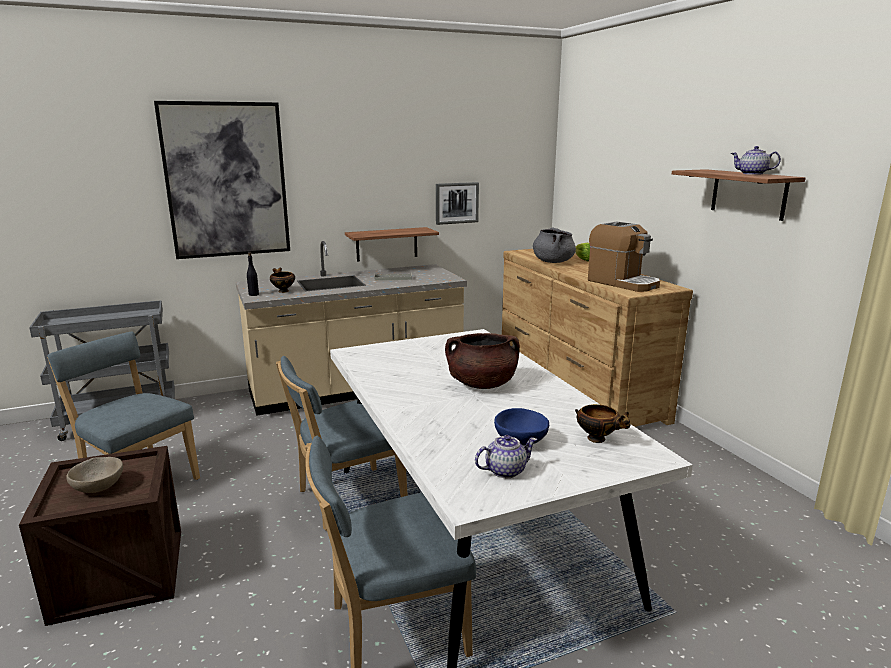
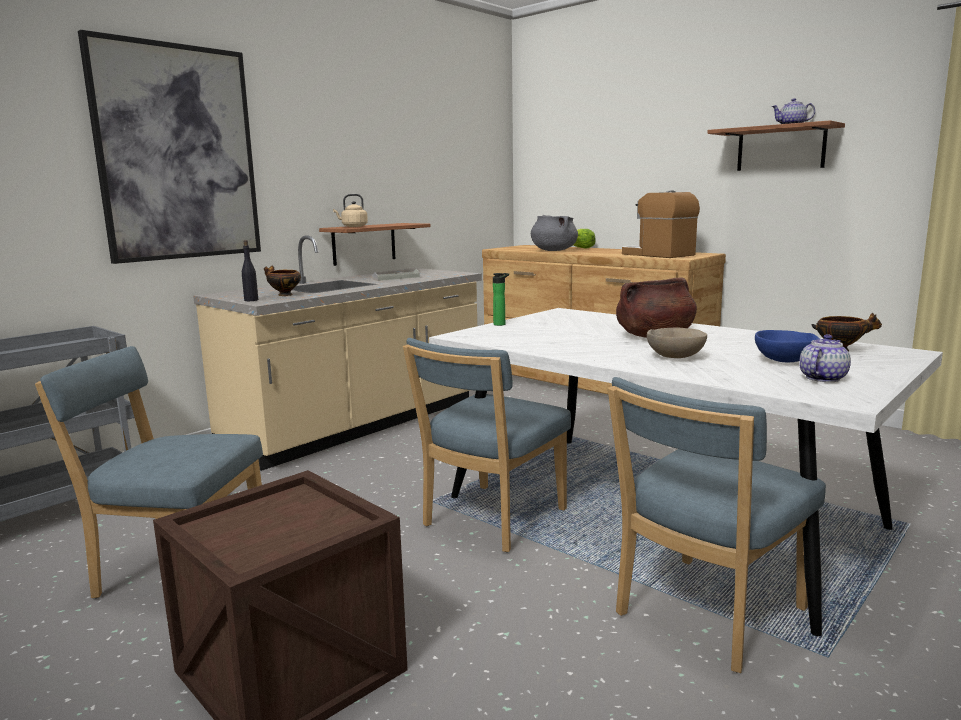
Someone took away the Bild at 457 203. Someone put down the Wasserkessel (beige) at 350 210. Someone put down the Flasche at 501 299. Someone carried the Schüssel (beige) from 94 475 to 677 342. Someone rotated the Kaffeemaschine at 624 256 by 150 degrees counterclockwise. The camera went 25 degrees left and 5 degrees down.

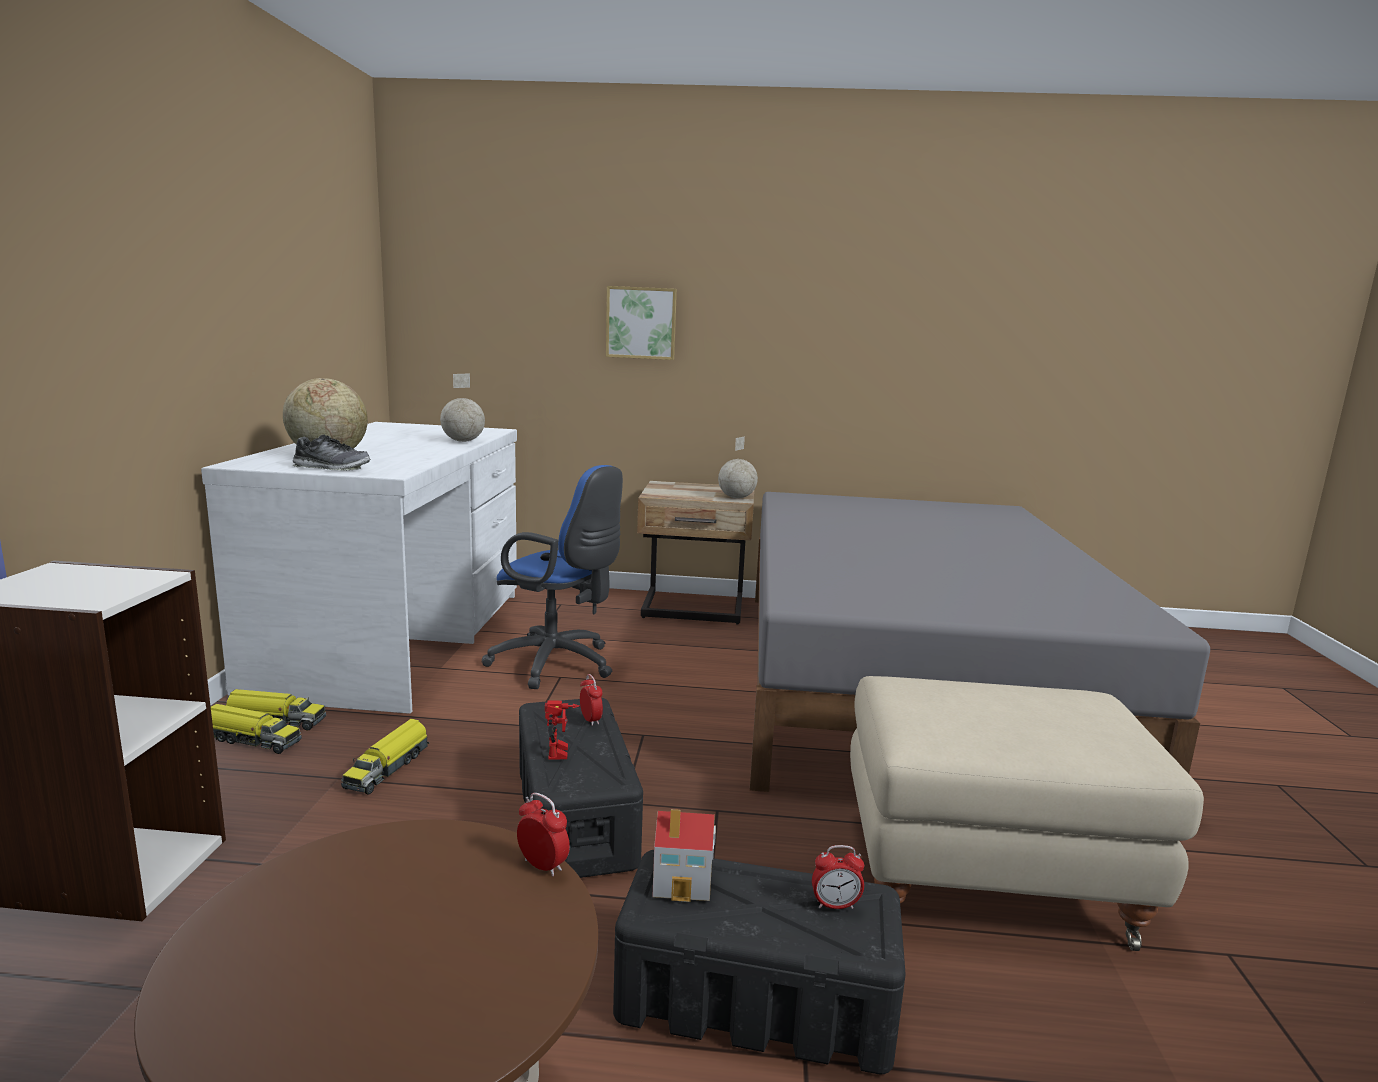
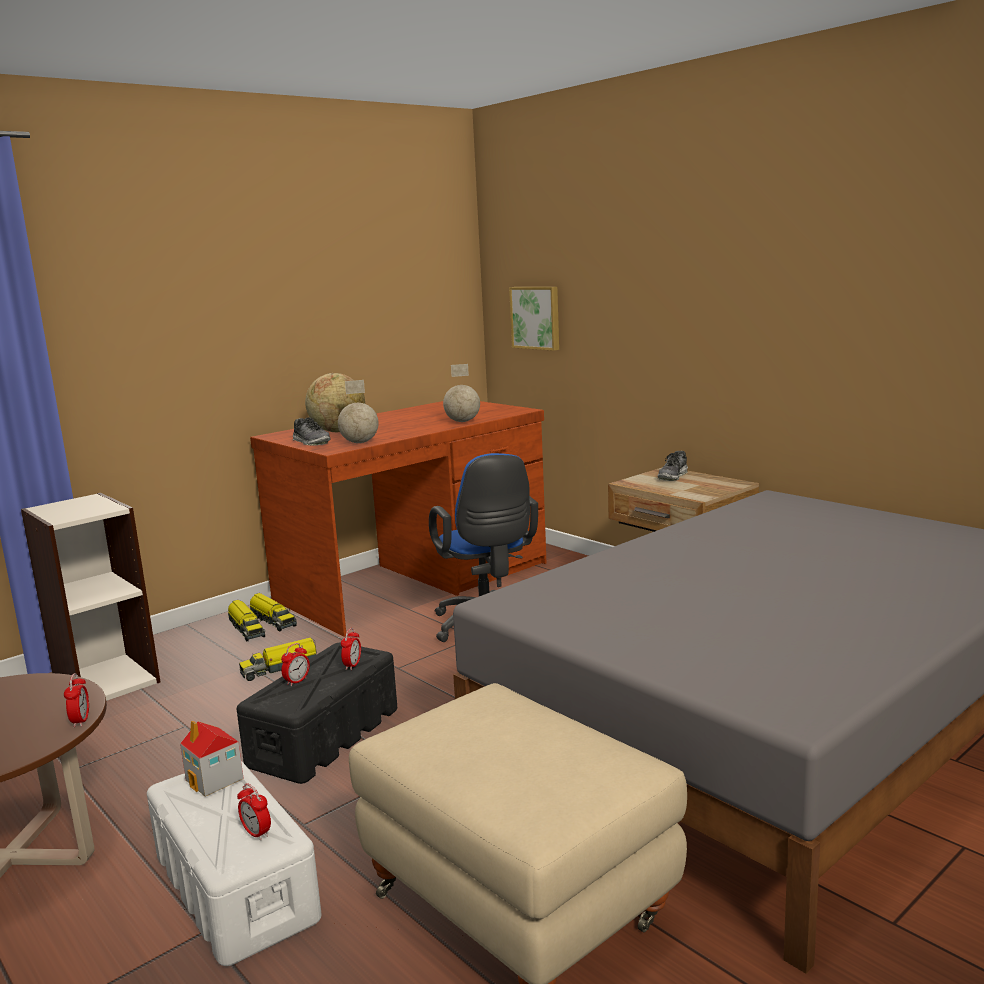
Someone put down the Schuh at 673 466. Someone carried the Bild from 641 323 to 534 319. Someone carried the Globus from 738 467 to 358 411. Someone swapped the Spielzeugroboter at 562 730 for the Wecker at 295 664. Someone repainted the Schreibtisch (weiß) at 359 568, which became the Schreibtisch (braun) at 398 519. Someone repainted the Aufbewahrungsbox (schwarz) at 759 962, which became the Aufbewahrungsbox (weiß) at 234 863. The camera went 45 degrees right and 0 degrees up.

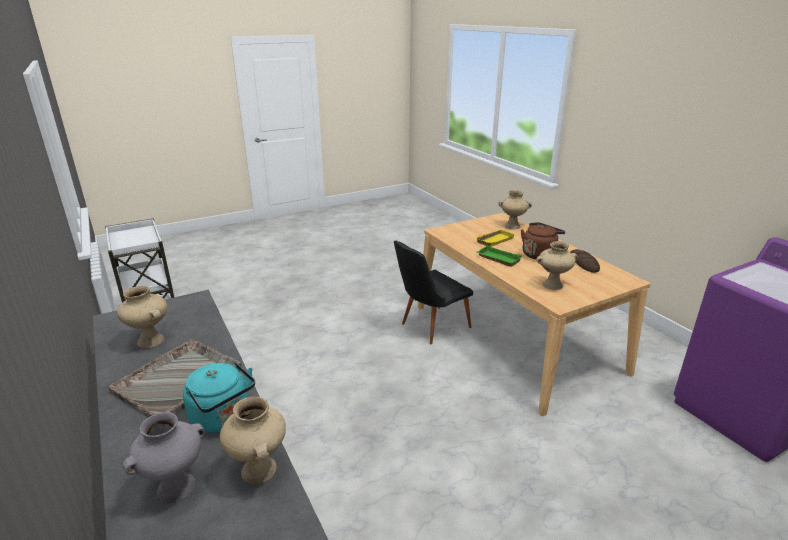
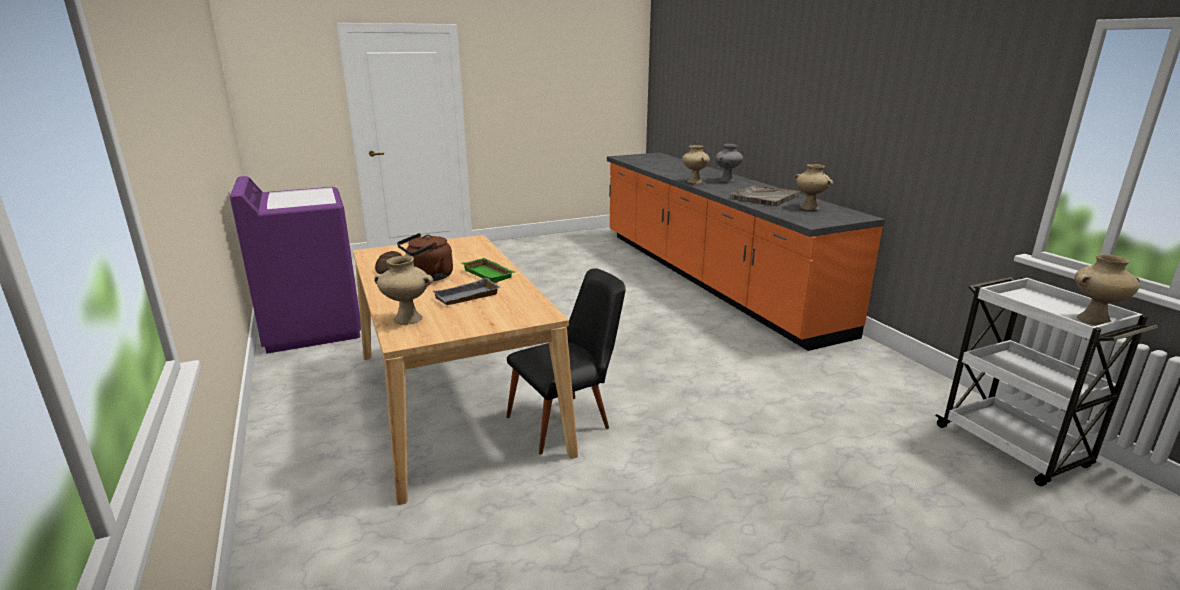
Someone took away the Wasserkessel (türkis) at 219 397. Someone carried the Vase (beige) from 557 265 to 1107 289. Someone repainted the Tablett (gelb) at 495 238, which became the Tablett (grau) at 466 291. The camera went 175 degrees left and 5 degrees down.

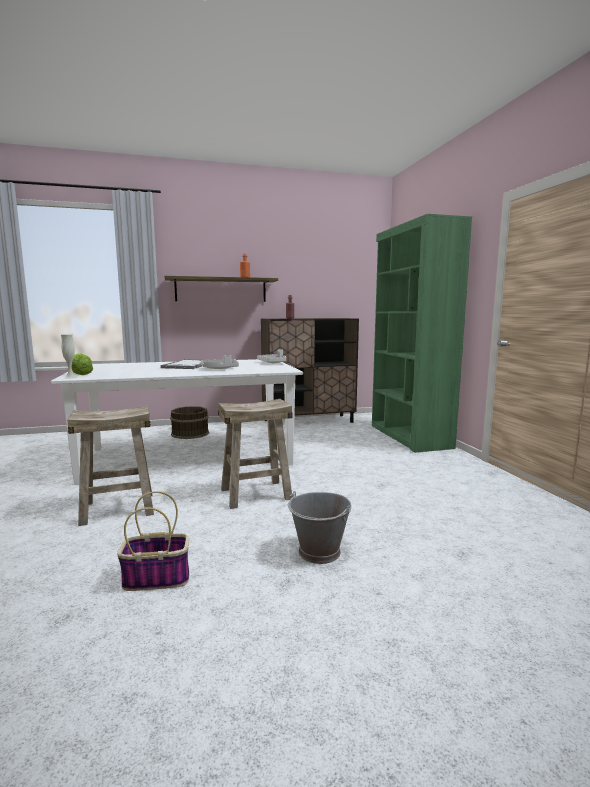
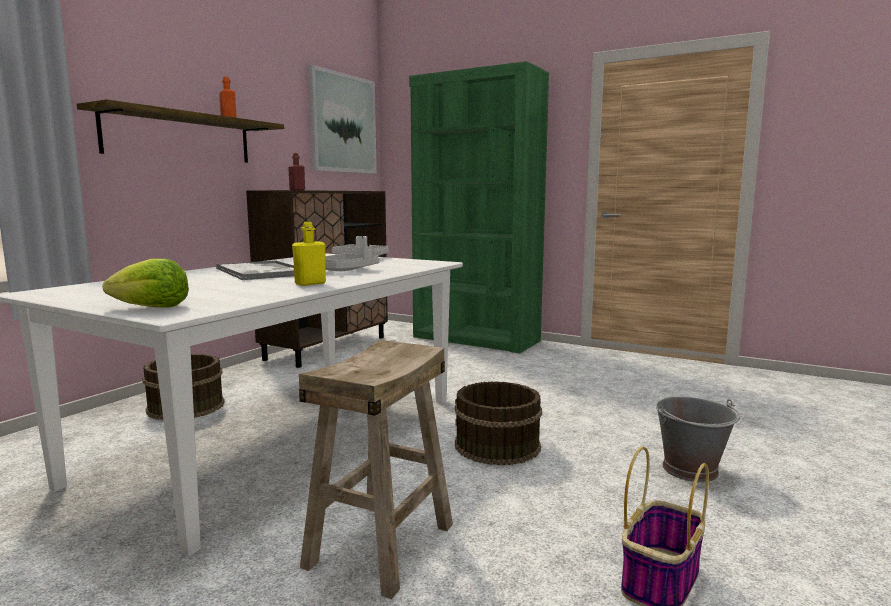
Someone took away the Vase (weiß) at 69 356. Someone put down the Flasche (gelb) at 309 254. Someone put up the Bild at 342 119. Someone swapped the Hocker (beige) at 255 454 for the Eimer (braun) at 498 423. The camera went 45 degrees left and 0 degrees up.

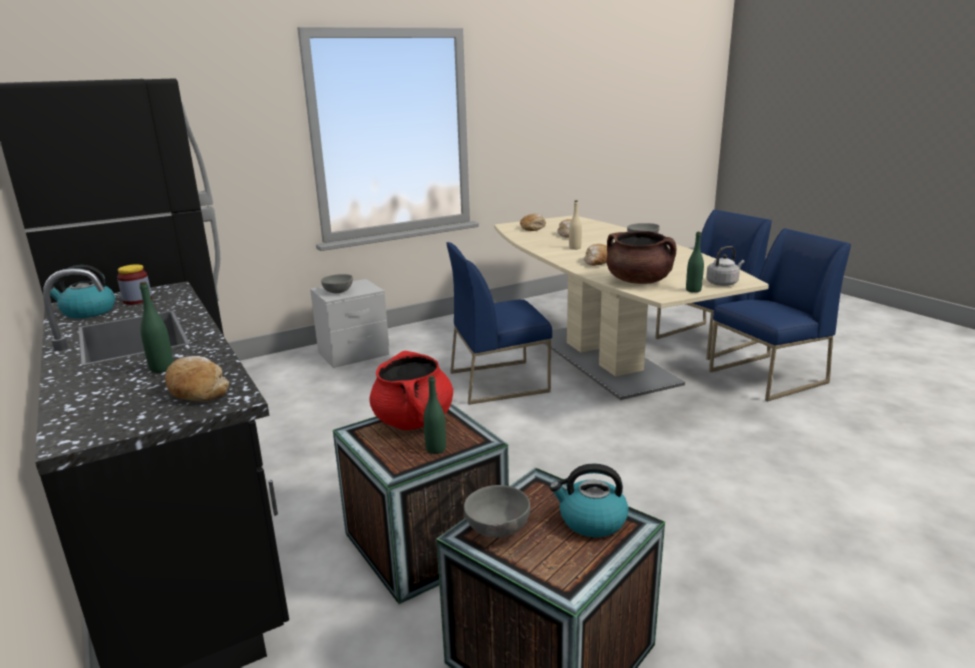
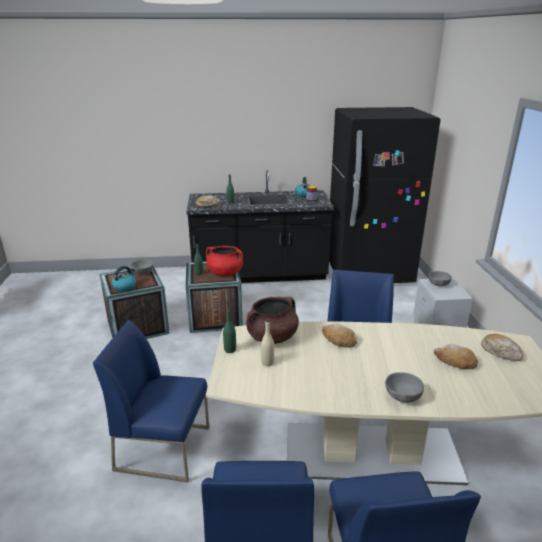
Someone took away the Wasserkessel (grau) at 725 266. Someone put down the Stuhl (blau) at 151 401. Someone carried the Flasche (beige) from 575 225 to 267 343. The camera went 115 degrees right and 5 degrees up.

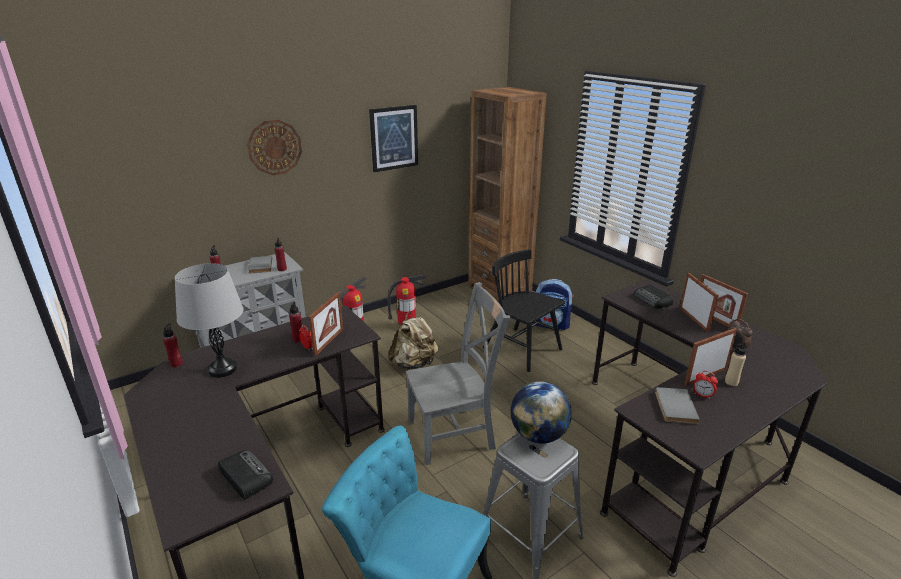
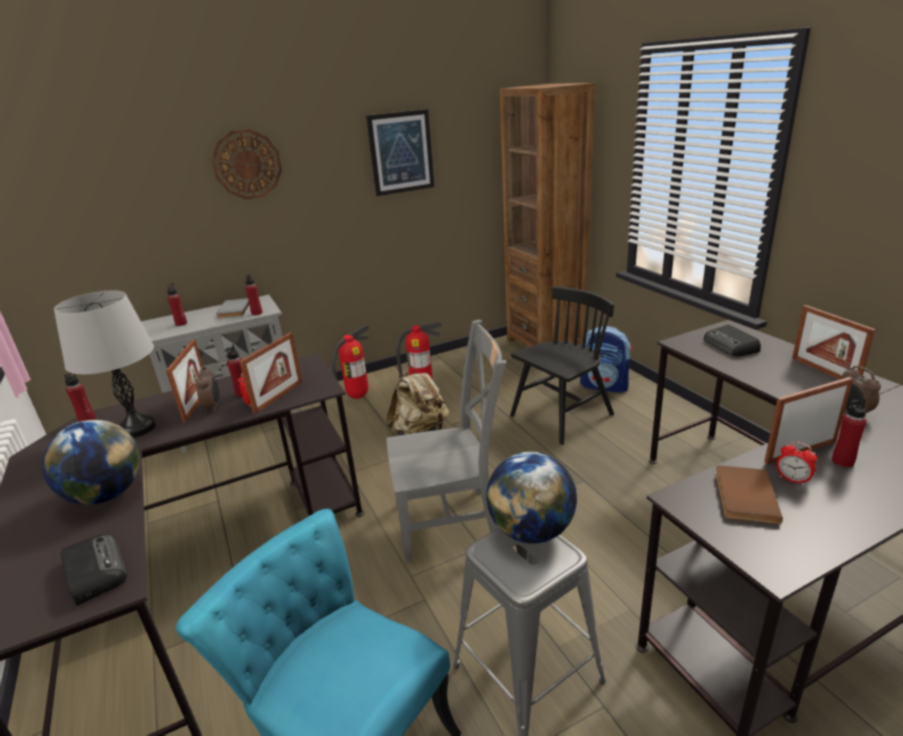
Someone put down the Globus at 91 462. Someone put down the Wecker at 207 388. Someone carried the Bilderrahmen from 699 302 to 184 381. Someone repainted the Buch (grau) at 677 405, which became the Buch (braun) at 749 495. Someone repainted the Flasche (beige) at 735 364, which became the Flasche (rot) at 849 432. Someone rotated the Stuhl (schwarz) at 524 310 by 90 degrees clockwise. The camera went 10 degrees right and 0 degrees up.

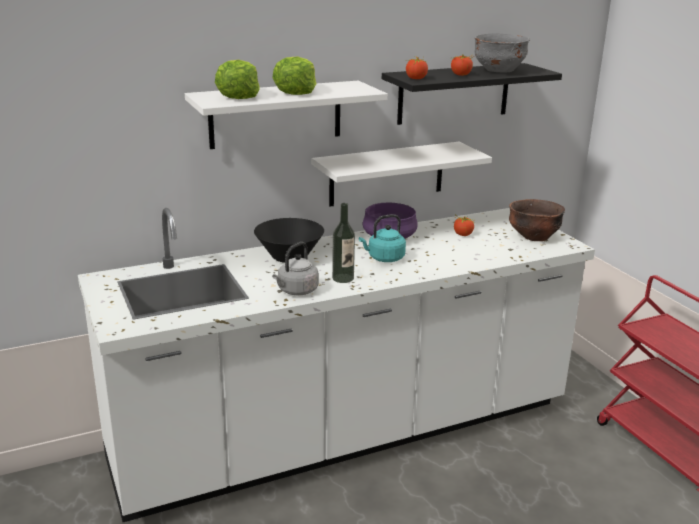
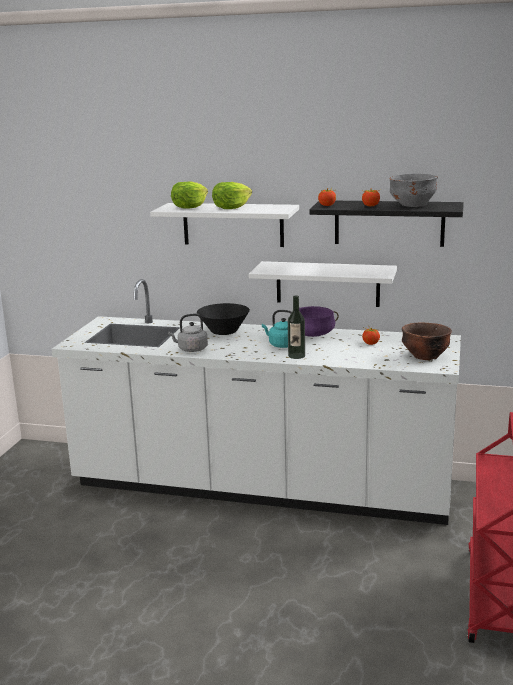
Someone carried the Flasche from 343 243 to 296 327. The camera went 40 degrees right and 5 degrees down.

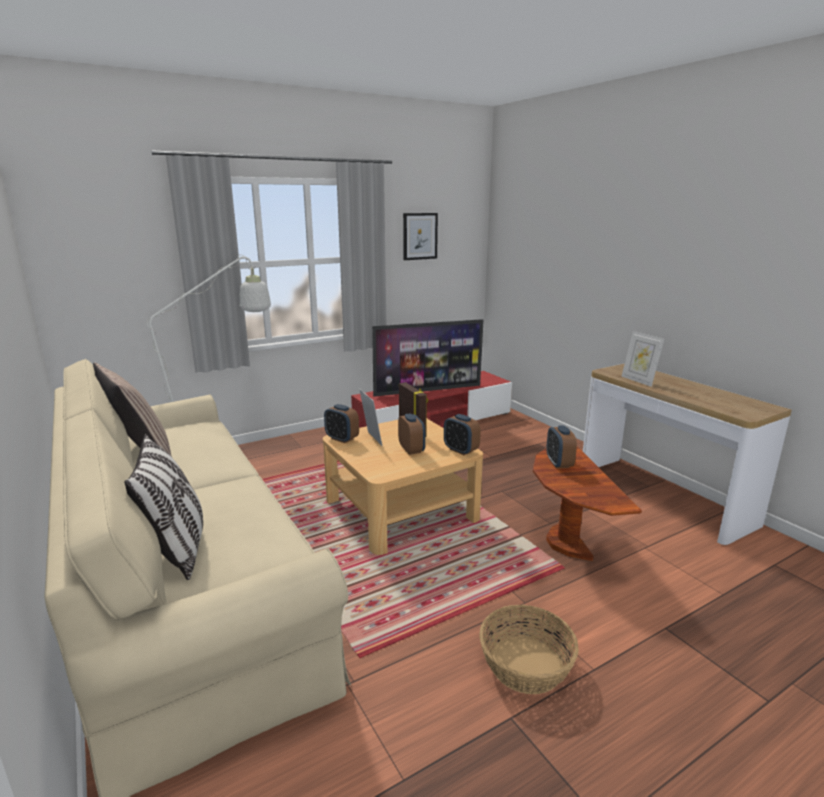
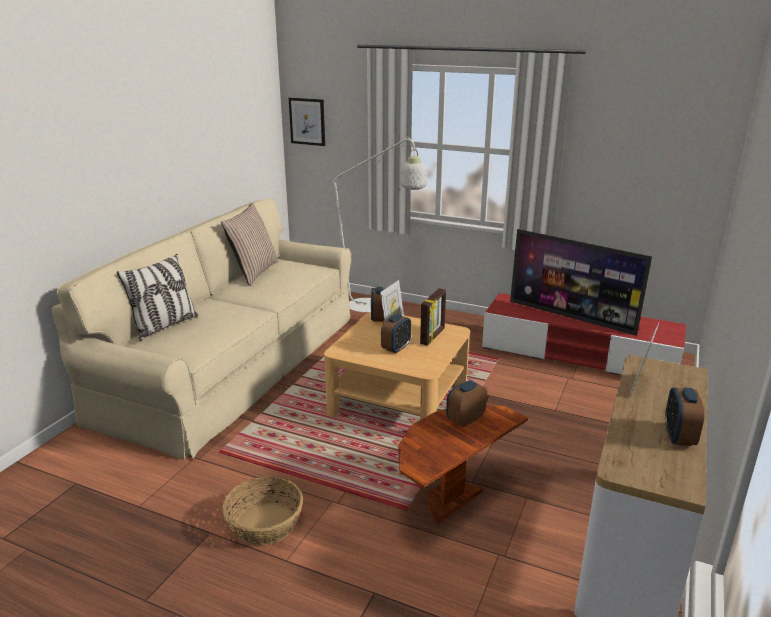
Someone carried the Bild from 420 236 to 307 122. Someone carried the Wecker from 462 434 to 685 416. The camera went 55 degrees right and 5 degrees up.

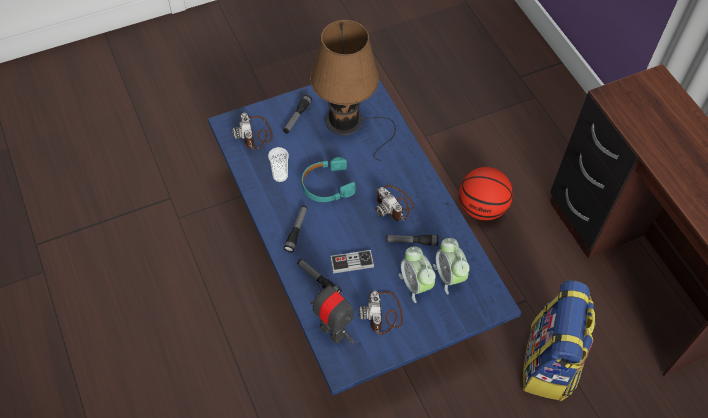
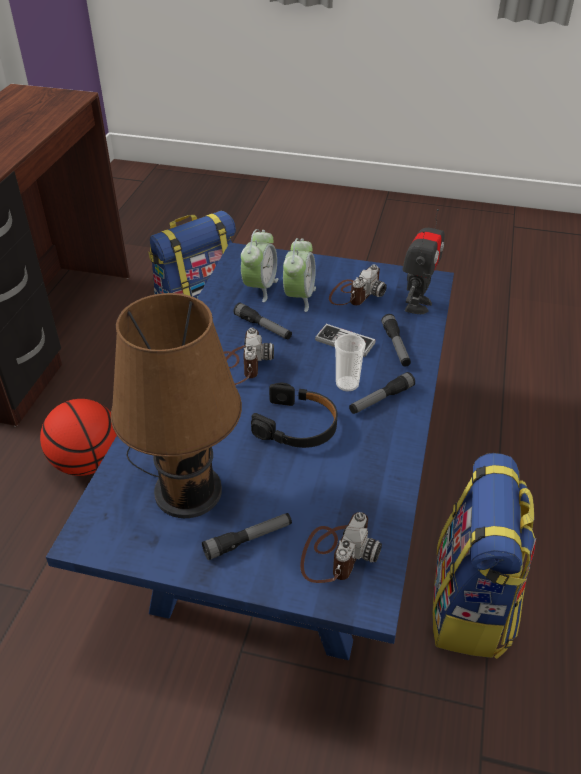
Someone put down the Rucksack at 484 556. Someone carried the Tasse from 278 164 to 350 363. Someone repainted the Kopfhörer (türkis) at 329 179, which became the Kopfhörer (schwarz) at 294 415. Someone rotated the Spielzeugroboter at 332 312 by 150 degrees counterclockwise. The camera went 140 degrees left and 15 degrees down.

